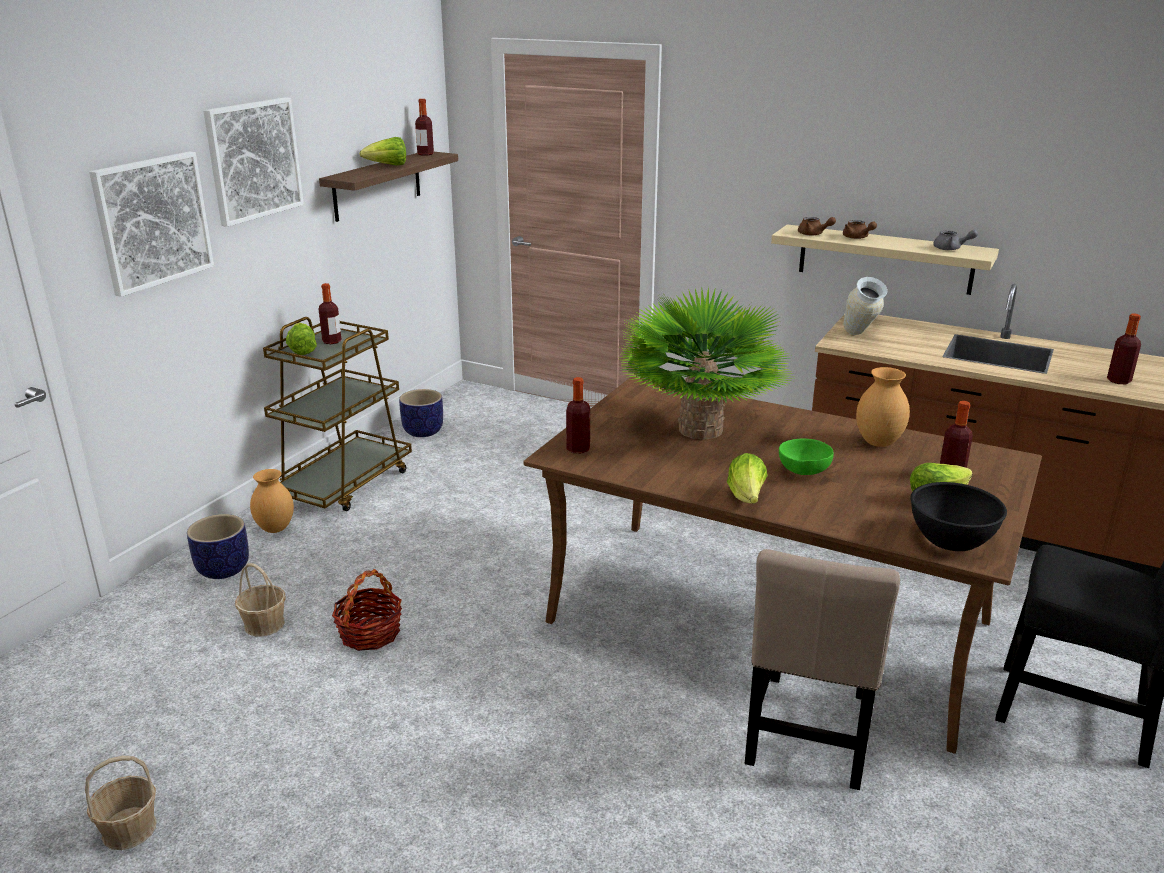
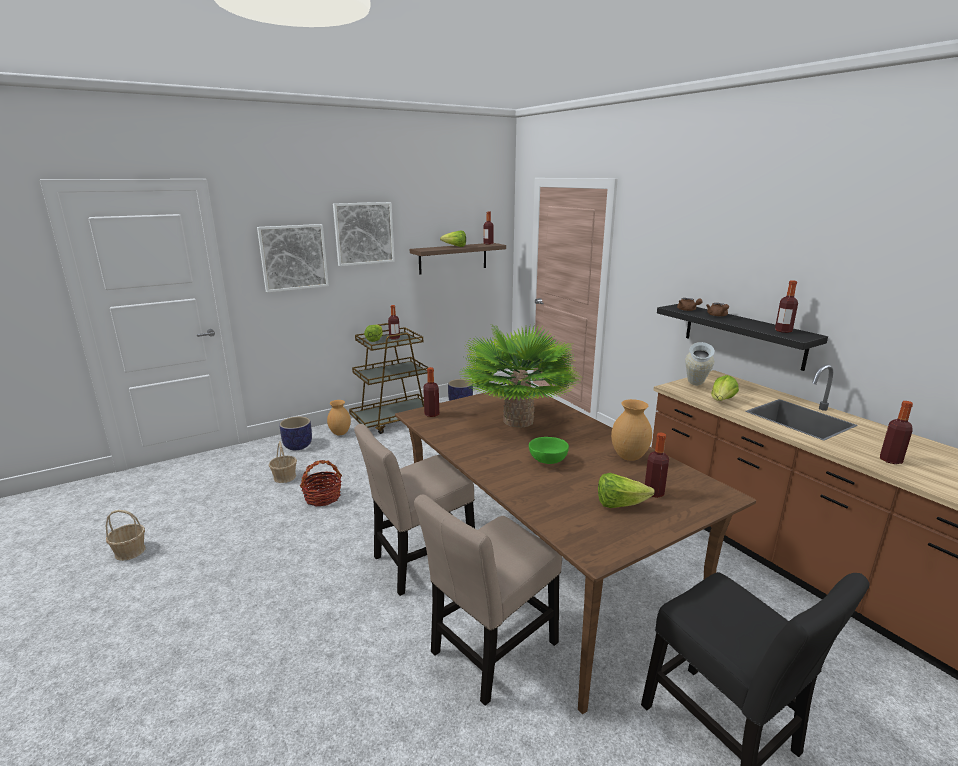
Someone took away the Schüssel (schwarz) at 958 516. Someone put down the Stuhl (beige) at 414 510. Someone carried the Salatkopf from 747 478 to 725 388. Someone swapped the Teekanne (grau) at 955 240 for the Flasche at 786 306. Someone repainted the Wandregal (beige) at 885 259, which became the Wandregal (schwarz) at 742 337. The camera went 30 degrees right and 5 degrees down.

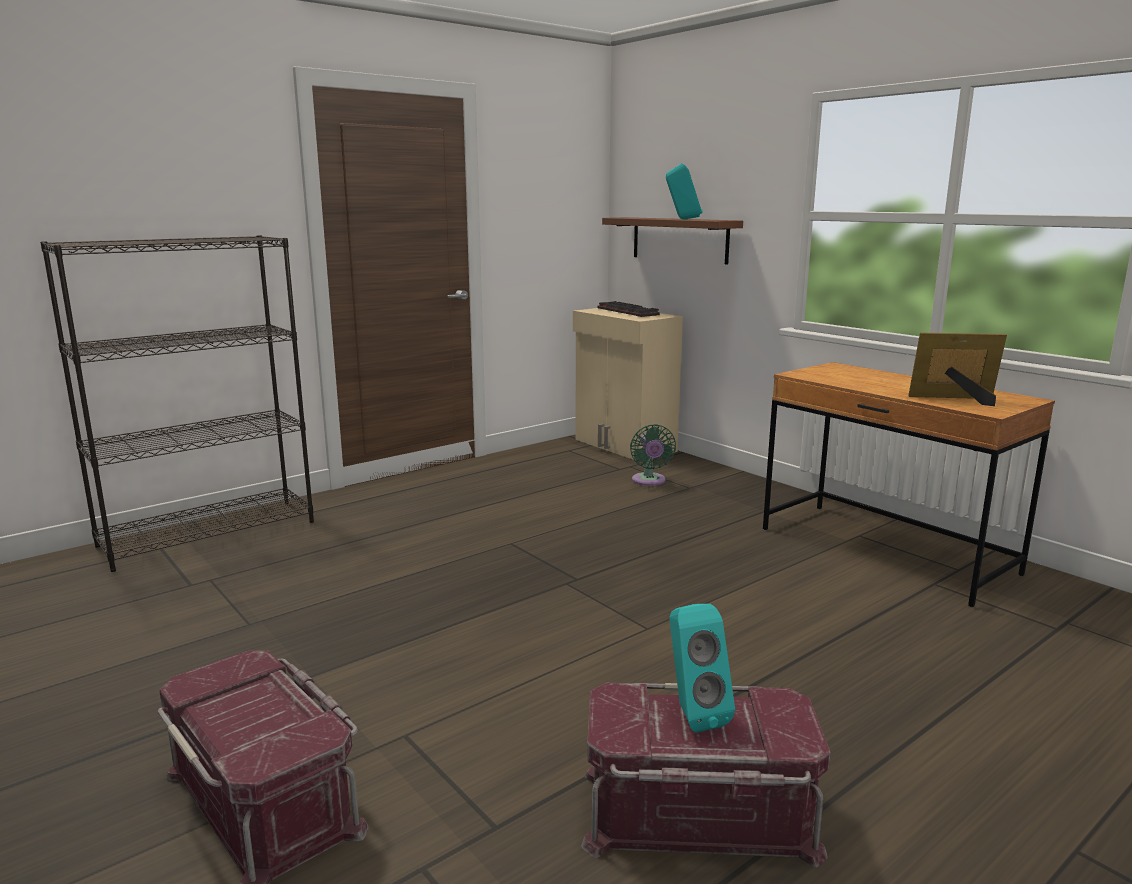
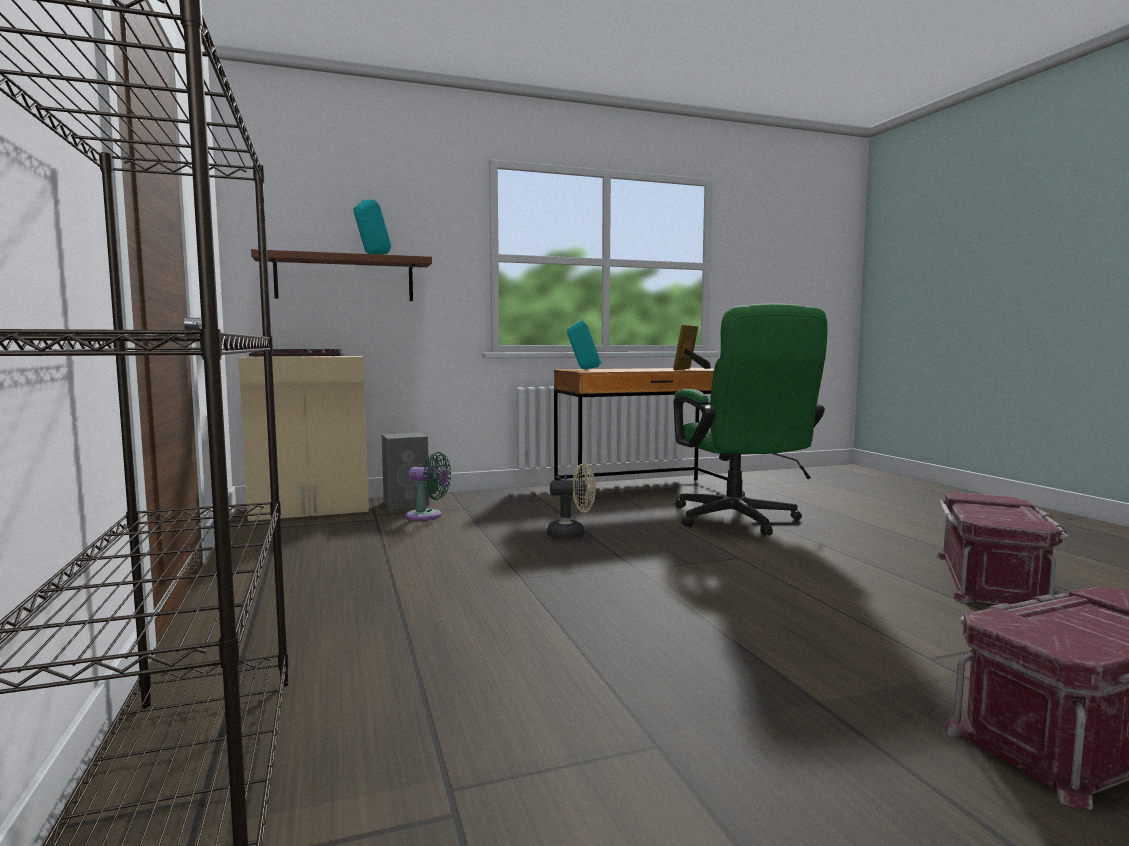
Someone put down the Lautsprecher (grau) at 406 471. Someone put down the Ventilator (beige) at 571 501. Someone put down the Bürostuhl (grün) at 750 419. Someone carried the Lautsprecher (türkis) from 702 668 to 584 344. The camera went 70 degrees left and 10 degrees down.

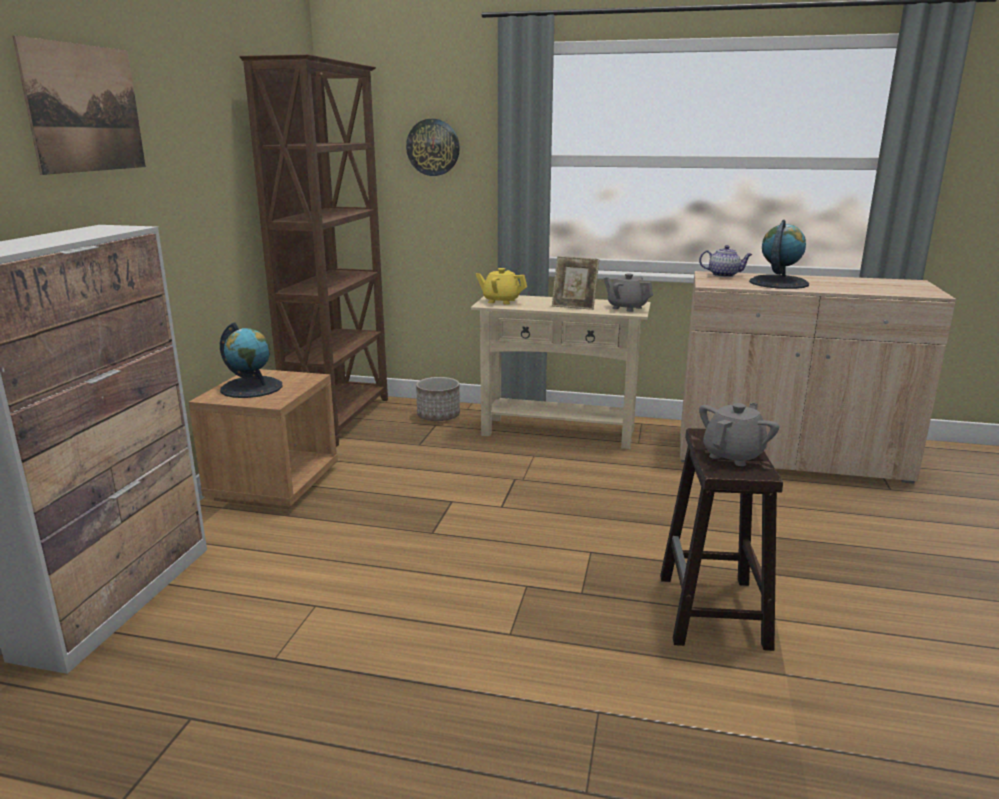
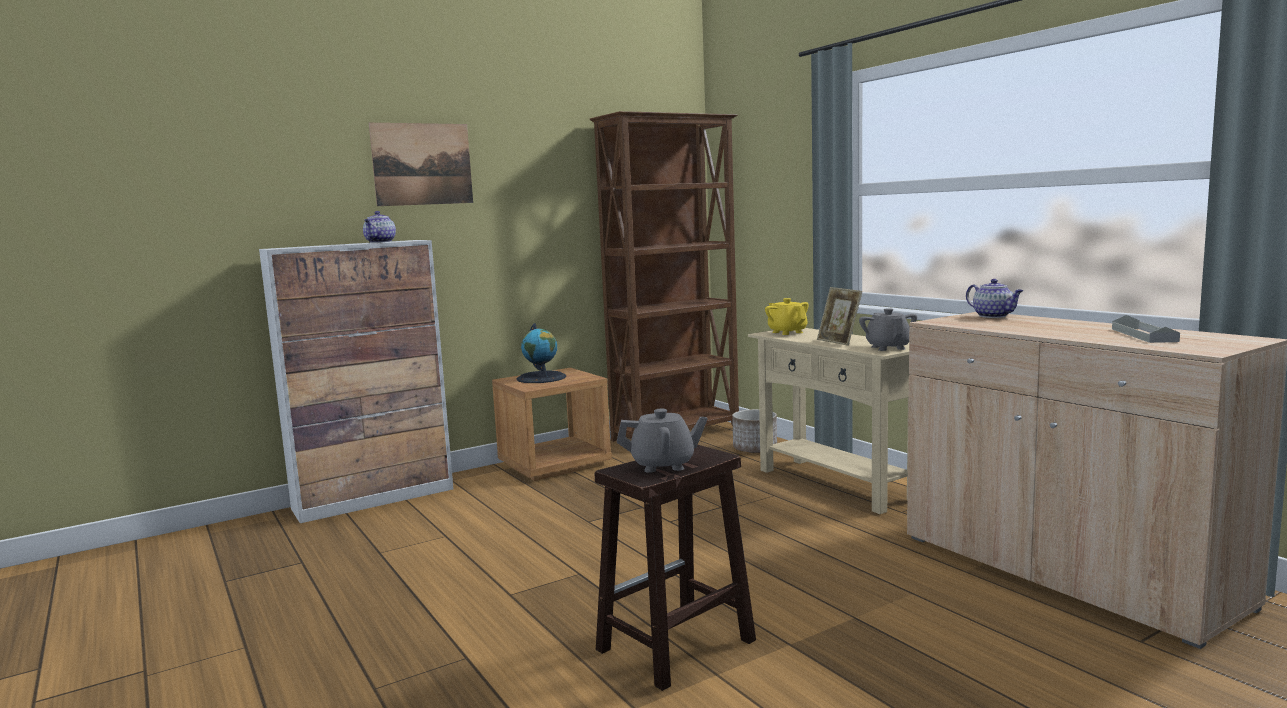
Someone took away the Wanduhr at 433 147. Someone took away the Globus at 779 254. Someone put down the Teekanne at 379 227. Someone put down the Tablett (grau) at 1146 329. The camera went 45 degrees right and 10 degrees down.

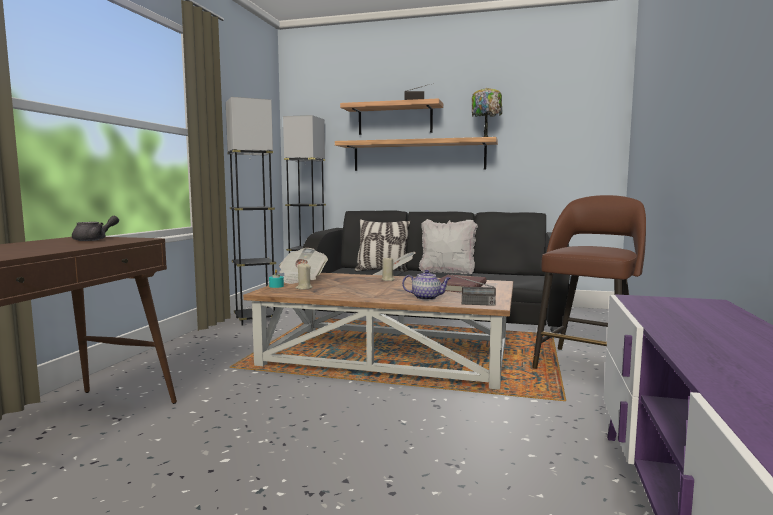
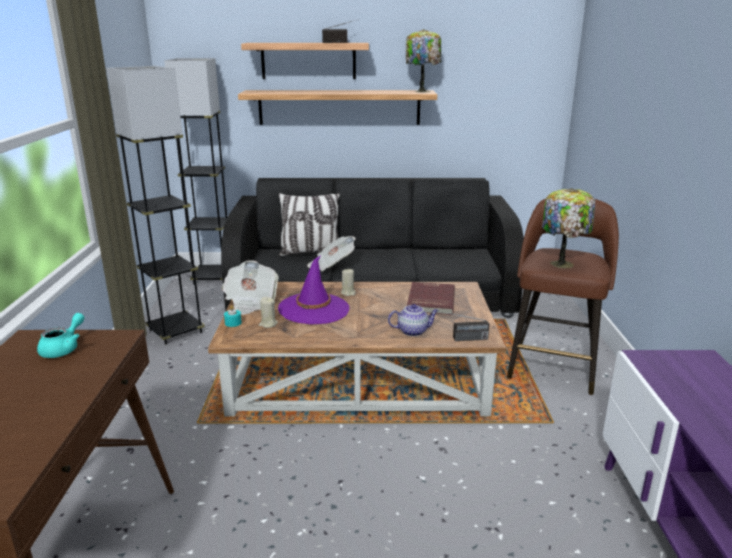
Someone took away the Kissen (weiß) at 448 247. Someone put down the Hut (lila) at 313 290. Someone put down the Tischlampe at 568 228. Someone repainted the Teekanne (grau) at 95 228, which became the Teekanne (türkis) at 61 335. The camera went 15 degrees left and 15 degrees up.

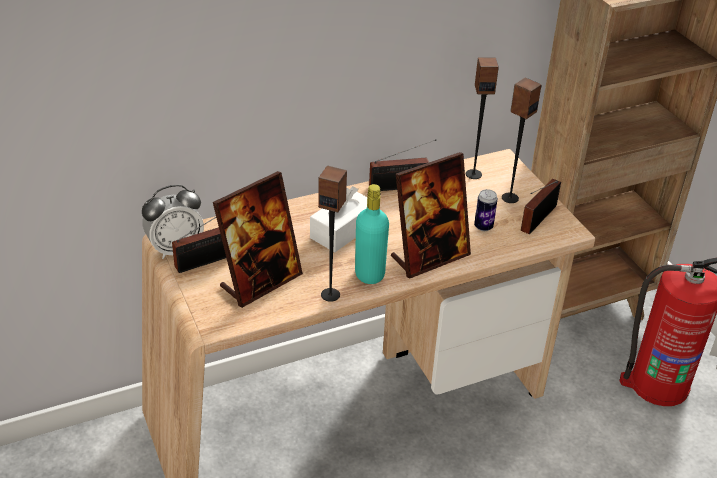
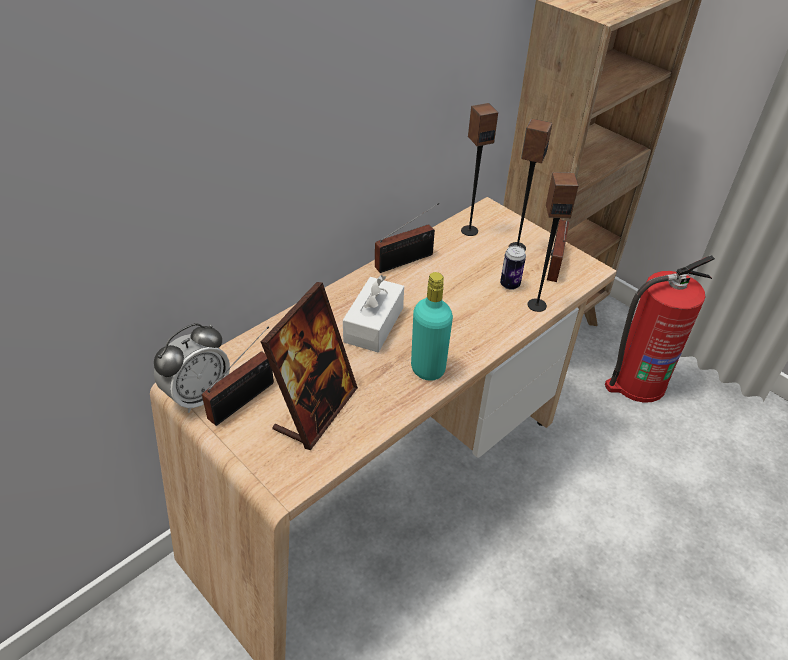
Someone took away the Bilderrahmen at 431 215. Someone carried the Lautsprecher from 332 233 to 552 242. The camera went 20 degrees left and 5 degrees up.

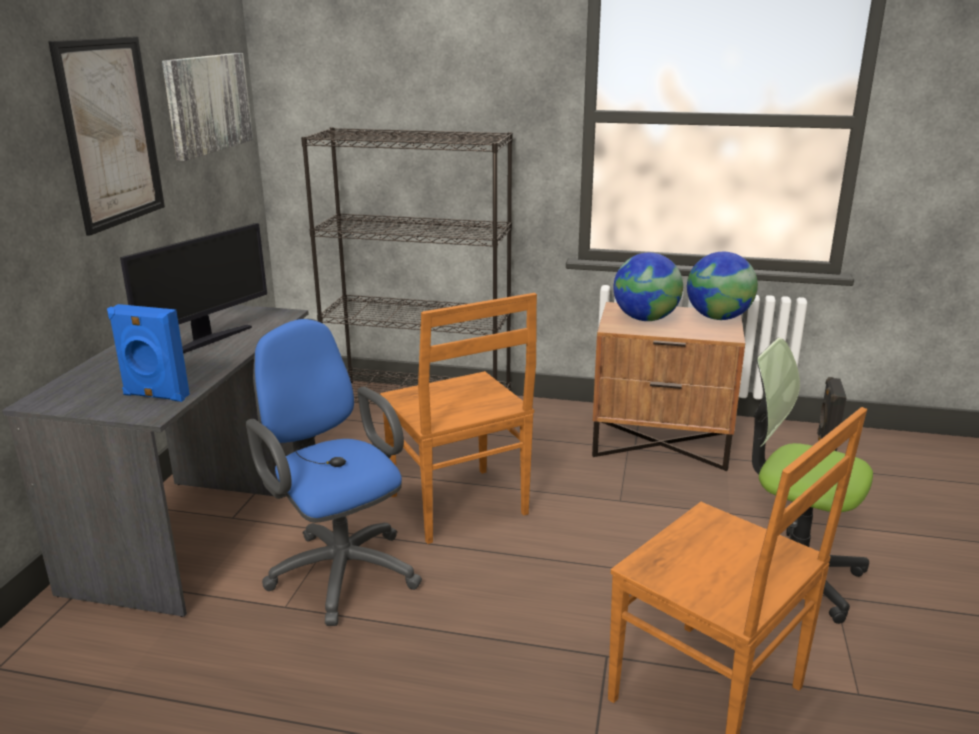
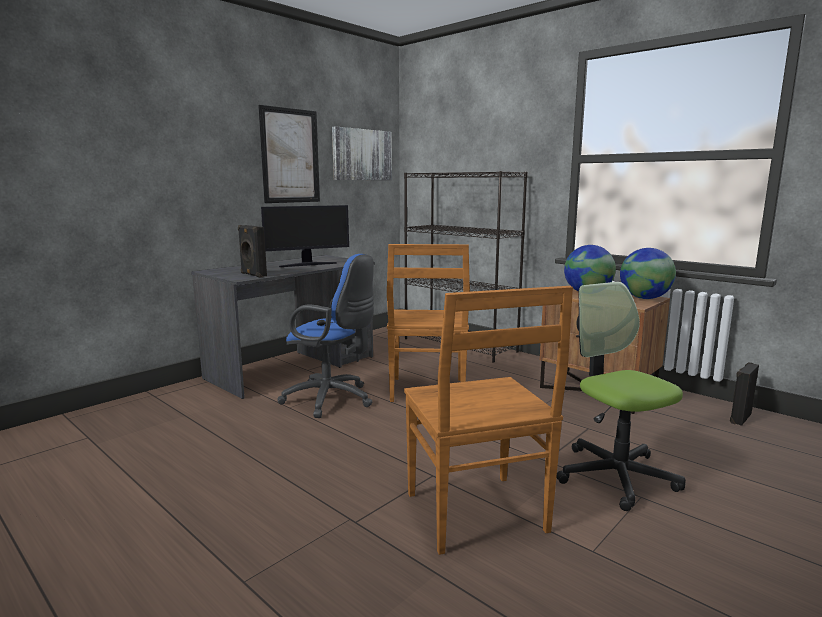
Someone repainted the Lautsprecher (blau) at 148 353, which became the Lautsprecher (schwarz) at 252 251. Someone rotated the Bürostuhl (blau) at 334 472 by 120 degrees clockwise. The camera went 30 degrees right and 10 degrees down.

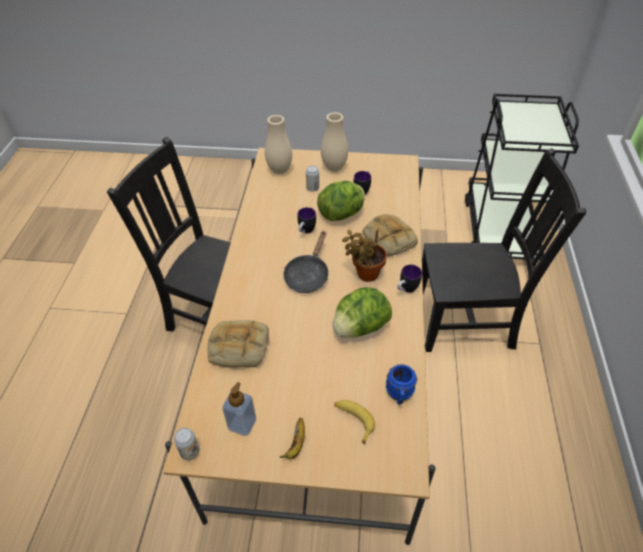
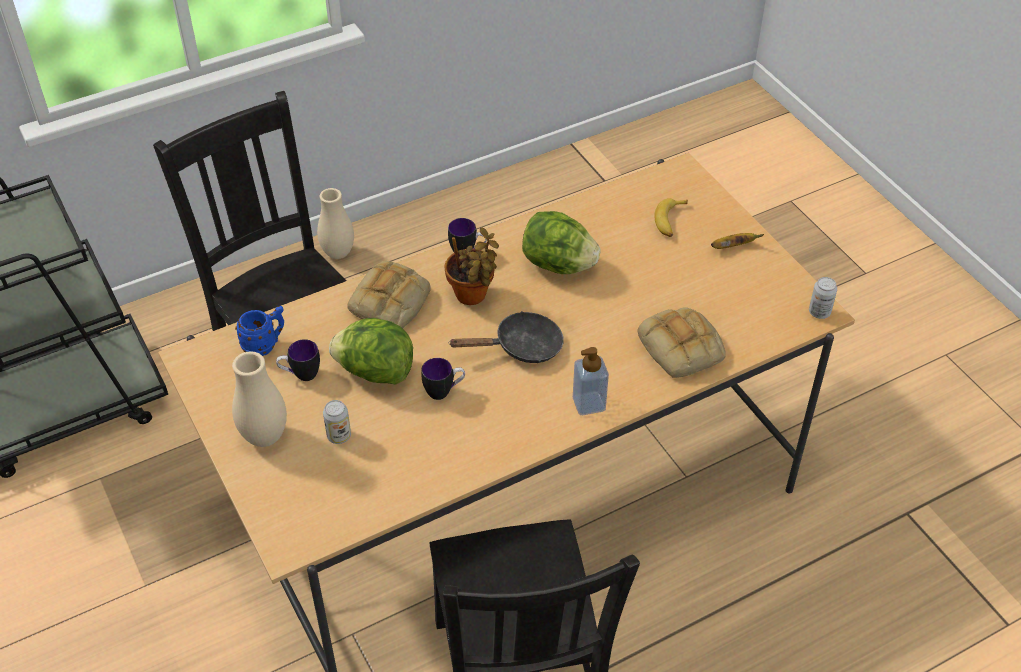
Someone carried the Seifenspender from 239 409 to 591 381. Someone carried the Vase (beige) from 278 144 to 335 223. Someone carried the Henkelbecher (blau) from 401 384 to 259 331. The camera went 125 degrees left and 0 degrees up.

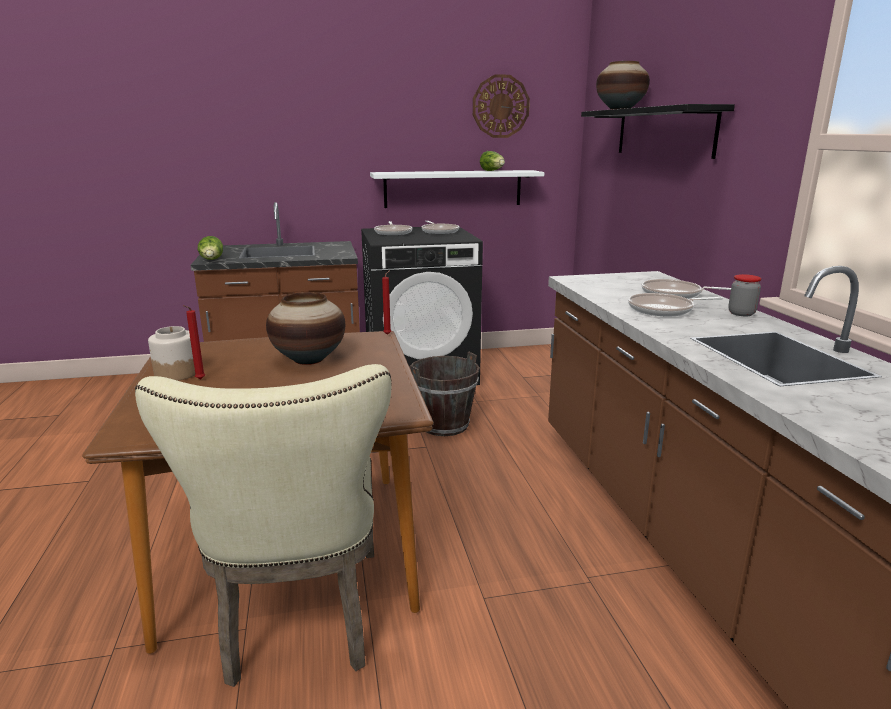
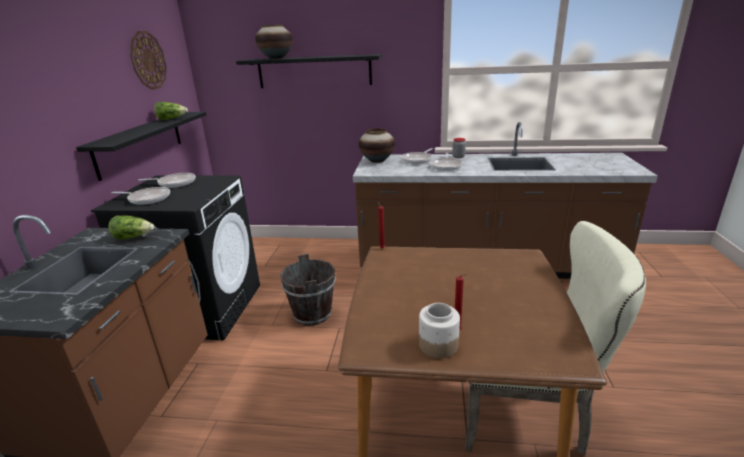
Someone carried the Salatkopf from 210 248 to 131 227. Someone carried the Vase from 305 328 to 377 145. Someone repainted the Wandregal (weiß) at 457 189, which became the Wandregal (schwarz) at 141 146. The camera went 70 degrees left and 5 degrees up.

